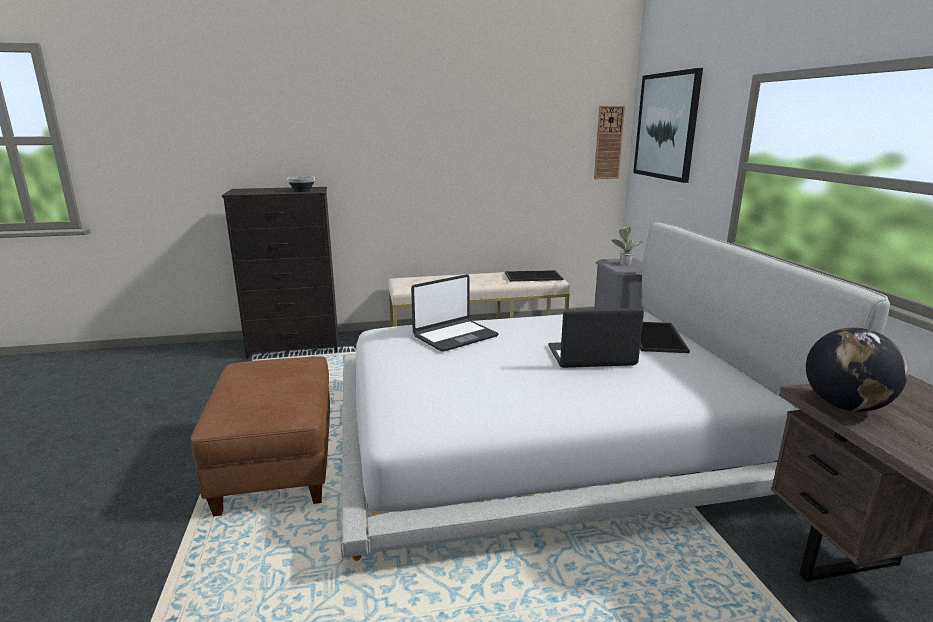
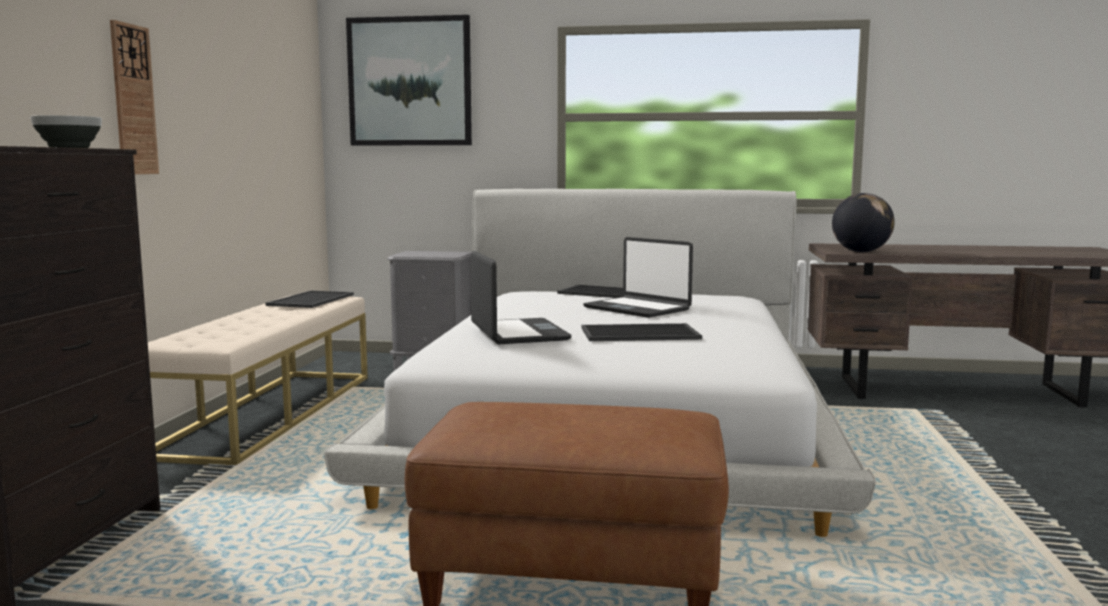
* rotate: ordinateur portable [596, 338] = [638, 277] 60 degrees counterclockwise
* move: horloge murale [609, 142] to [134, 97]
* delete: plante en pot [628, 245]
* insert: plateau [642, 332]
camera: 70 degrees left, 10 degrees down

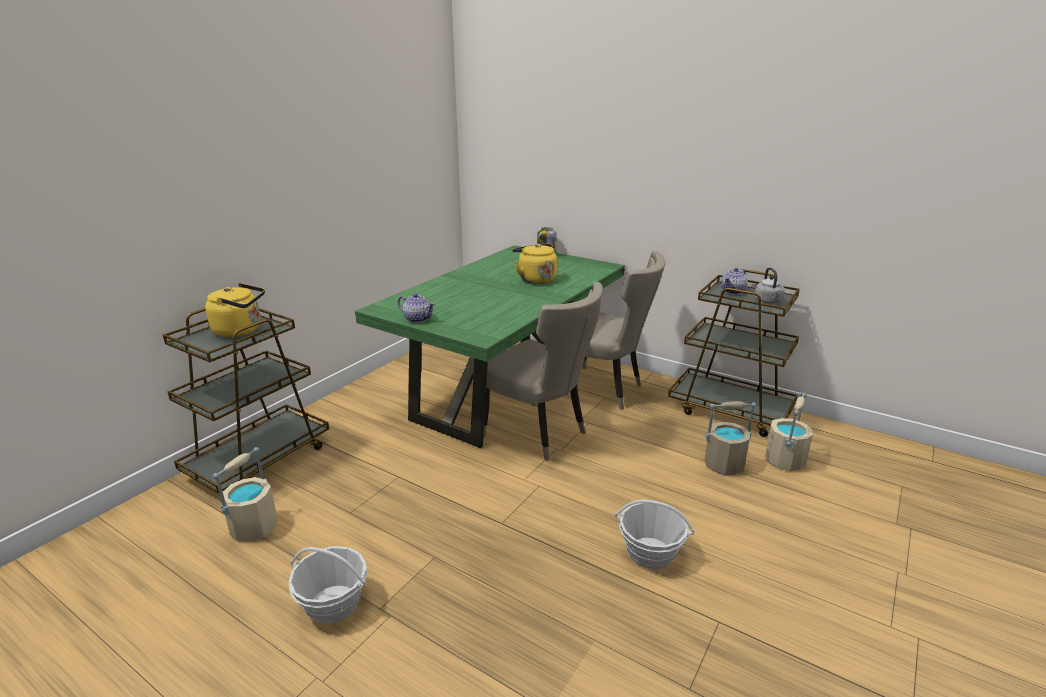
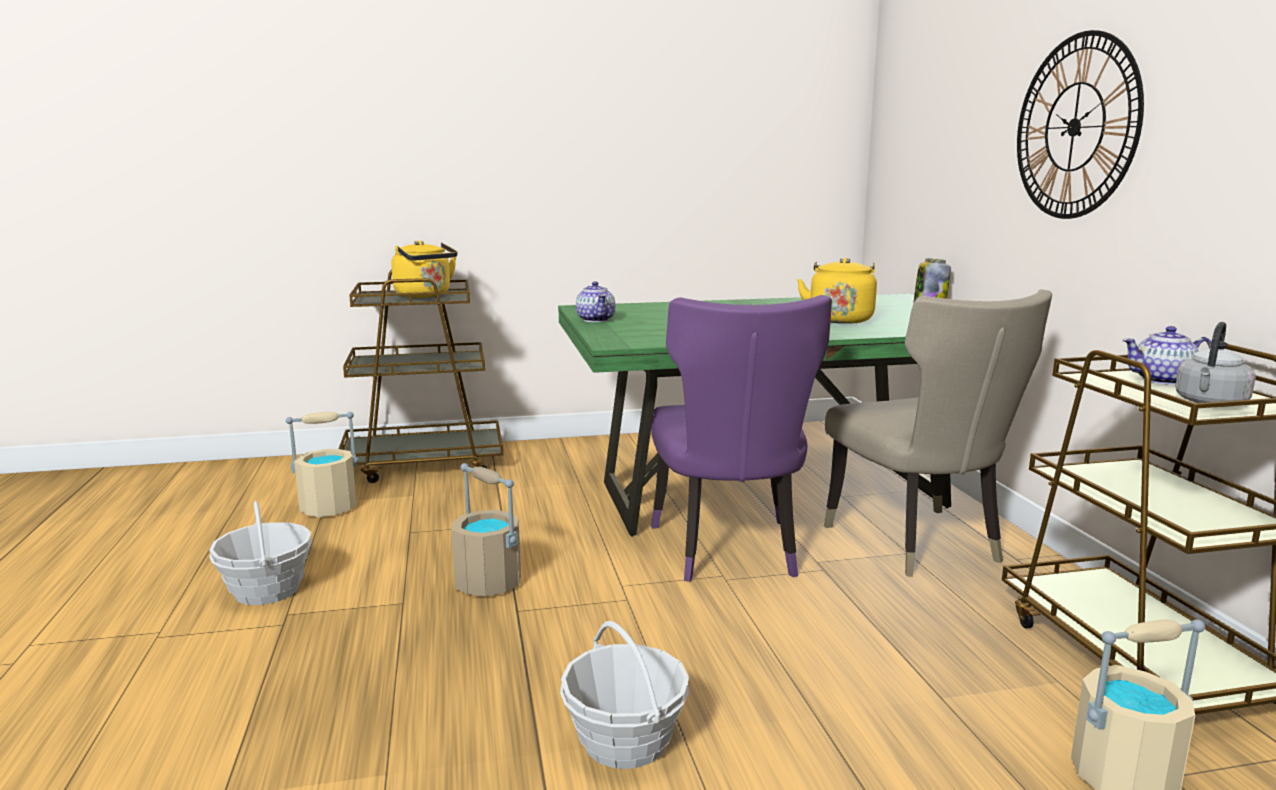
* recolor: chaise (beige) [538, 371] to chaise (violet) [741, 438]
* move: seau (beige) [730, 438] to [486, 530]
* insert: horloge murale [1080, 124]
camera: 45 degrees right, 10 degrees down

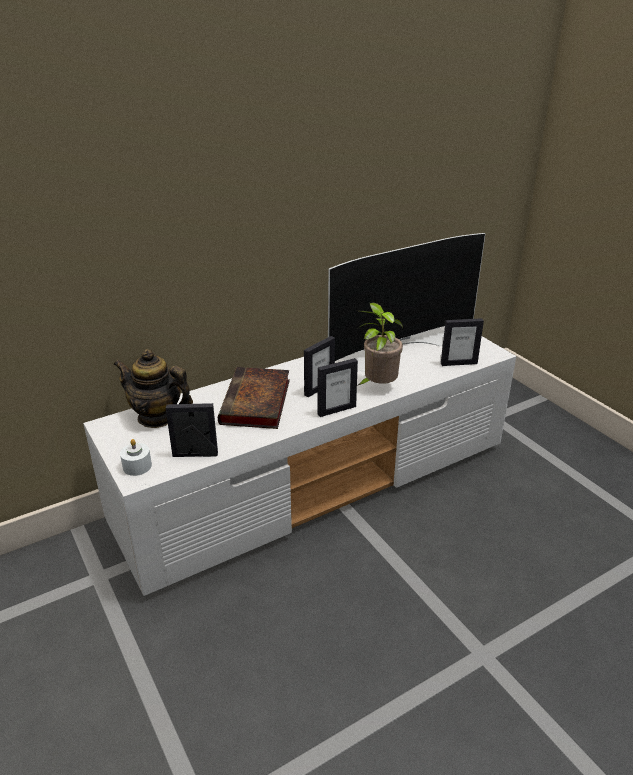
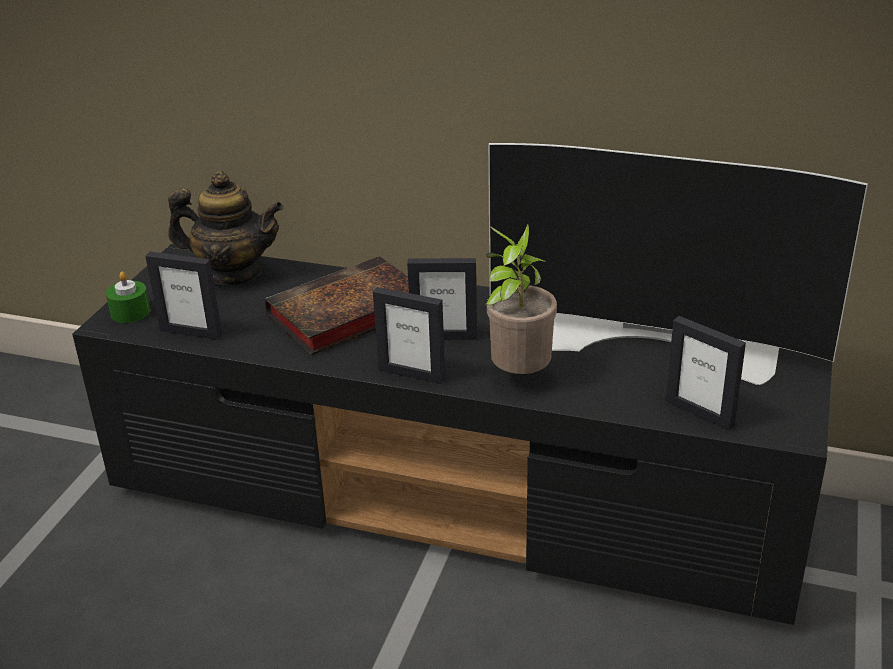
* recolor: meuble télé (blanc) [299, 461] to meuble télé (noir) [452, 434]
* rotate: théière [153, 388] = [226, 228] 120 degrees clockwise
* recolor: bougie (blanc) [136, 457] to bougie (vert) [128, 297]
* rotate: cadre photo [192, 430] = [183, 296] 150 degrees clockwise
camera: 50 degrees right, 0 degrees up

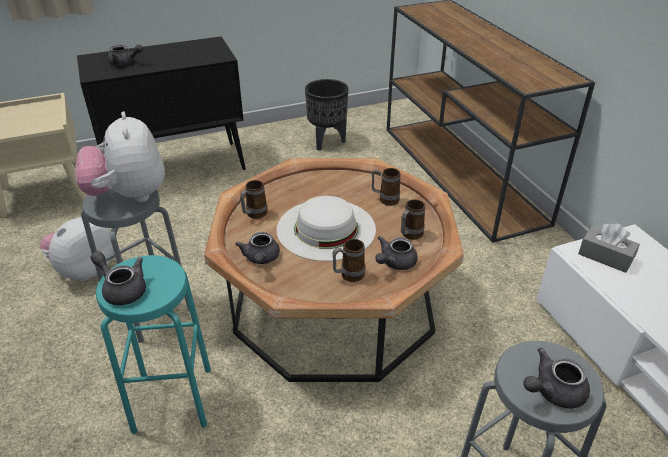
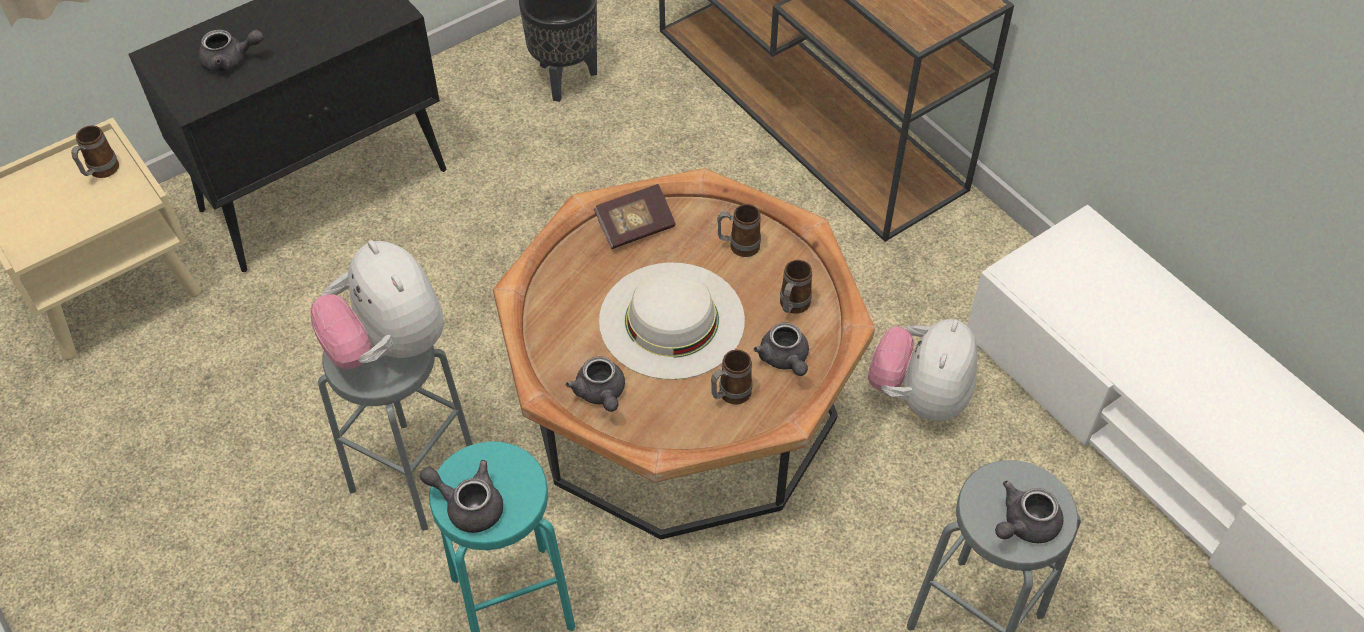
* move: peluche [77, 249] to [922, 370]
* move: mug [254, 199] to [95, 151]
* rotate: théière (gris) [396, 253] = [781, 349] 45 degrees counterclockwise
* delete: boîte à mouchoirs (gris) [609, 248]
* insert: livre [635, 216]
camera: 15 degrees left, 15 degrees up

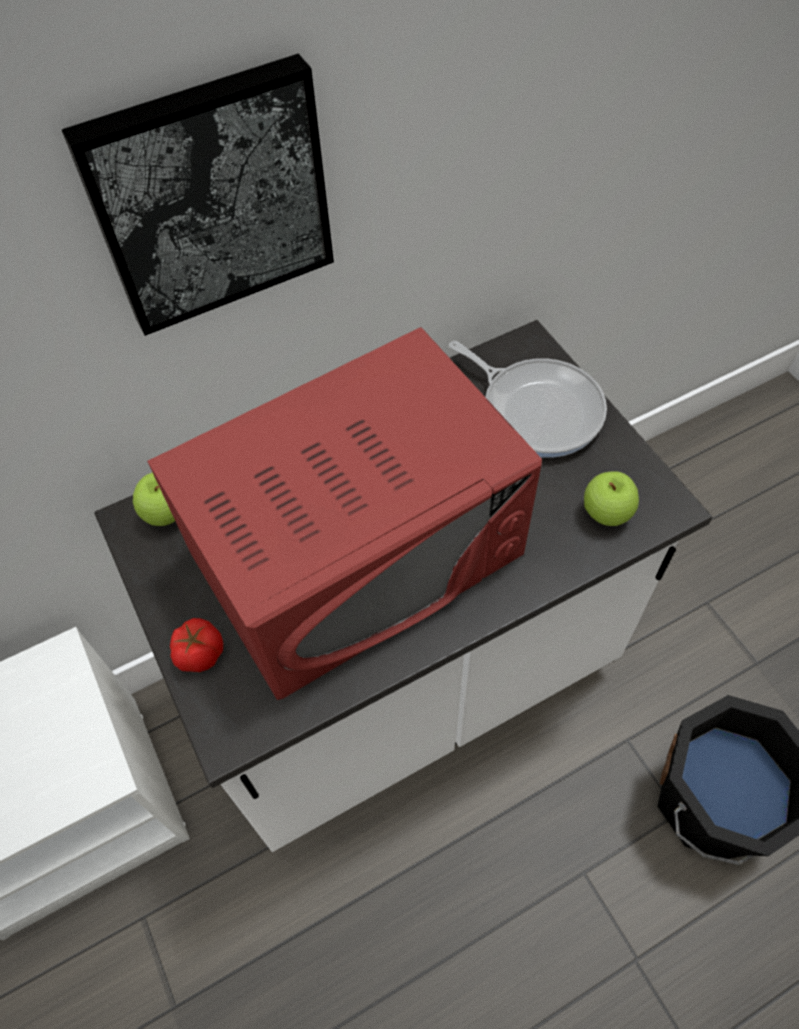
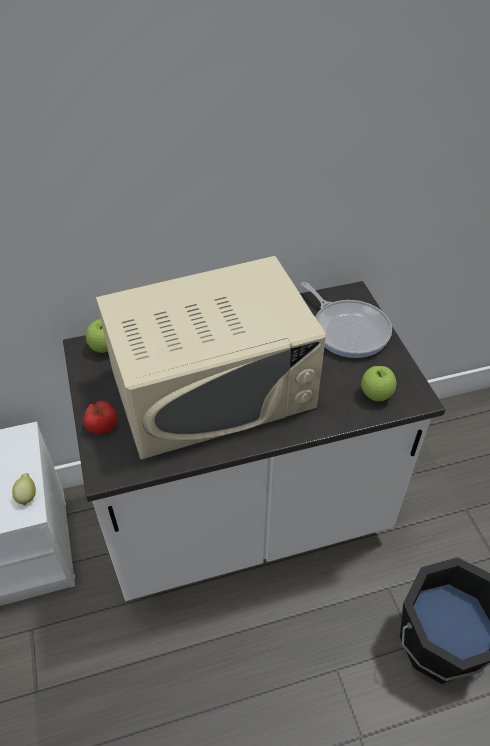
* delete: tableau [198, 195]
* recolor: micro-ondes (rouge) [344, 513] to micro-ondes (beige) [211, 357]
* insert: citron [24, 489]
camera: 10 degrees right, 10 degrees down

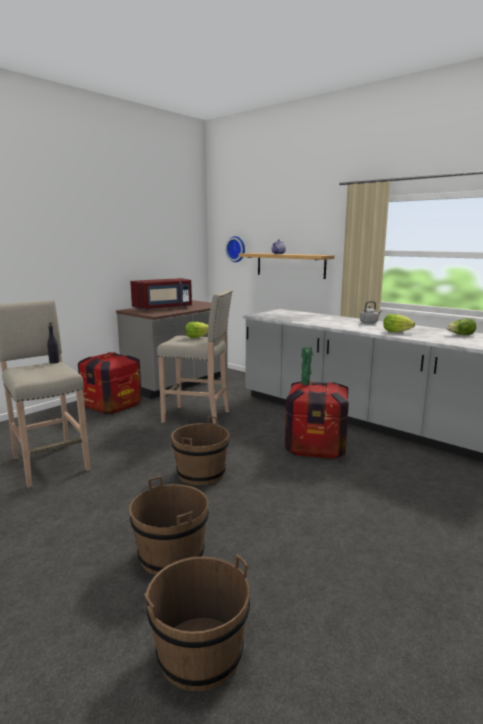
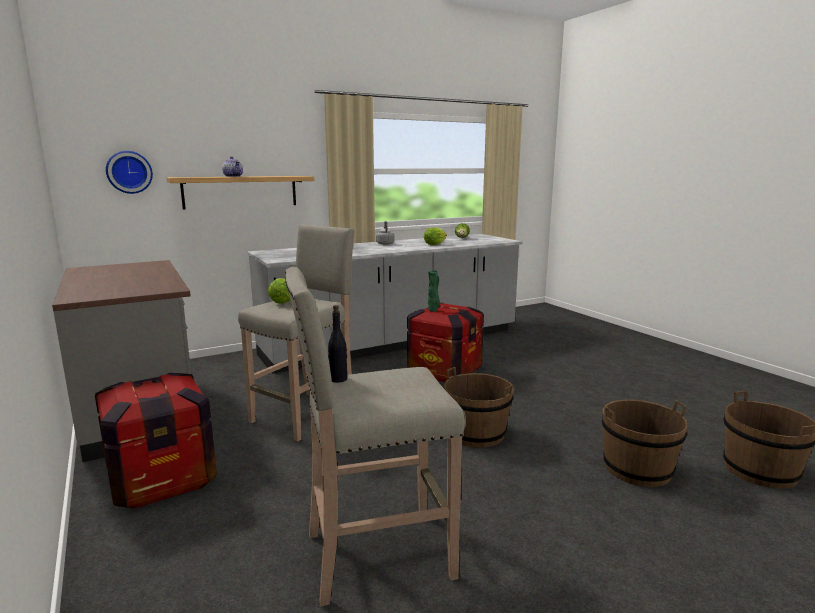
* delete: micro-ondes (rouge) [161, 294]
camera: 70 degrees left, 0 degrees up

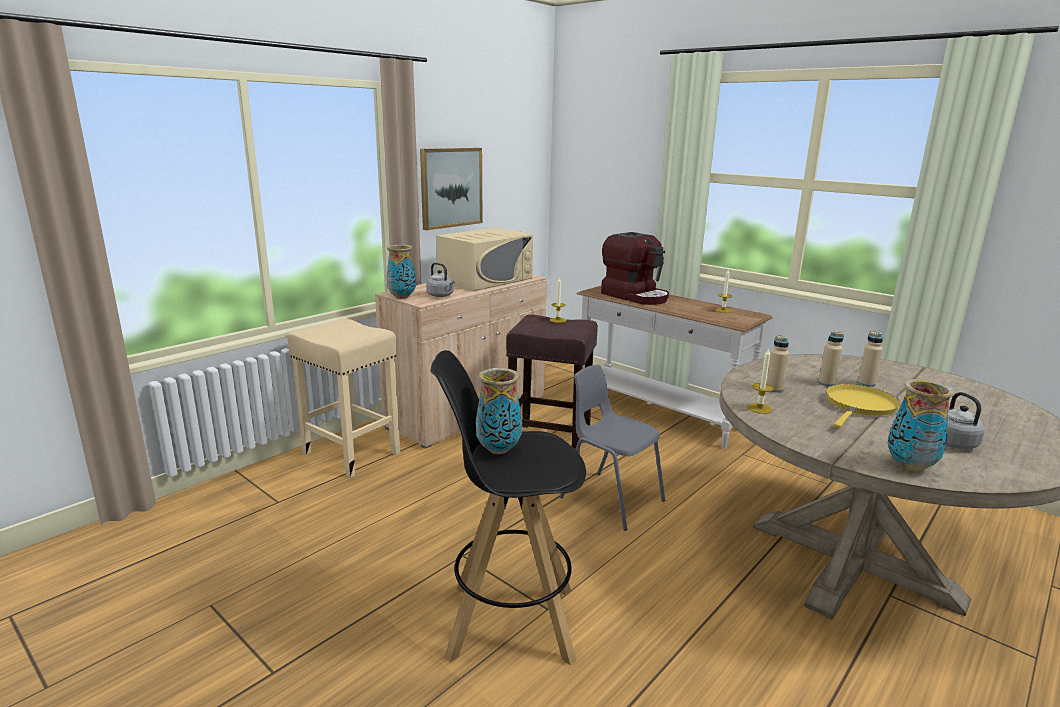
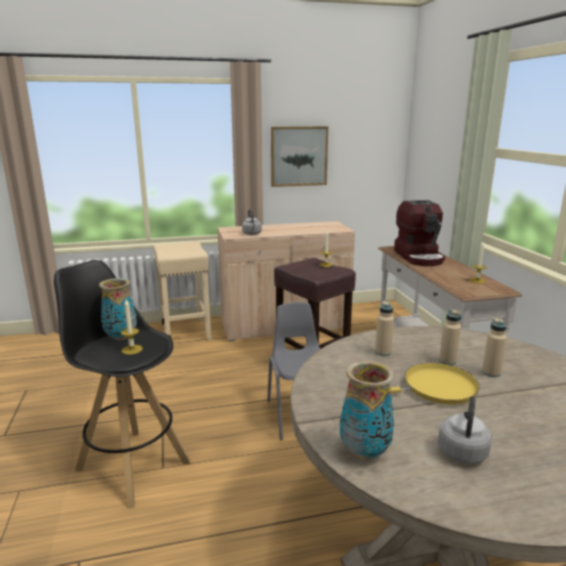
* delete: vase [401, 272]
* delete: micro-ondes (beige) [484, 259]
* move: bougie [760, 381] to [132, 327]
camera: 35 degrees right, 0 degrees up

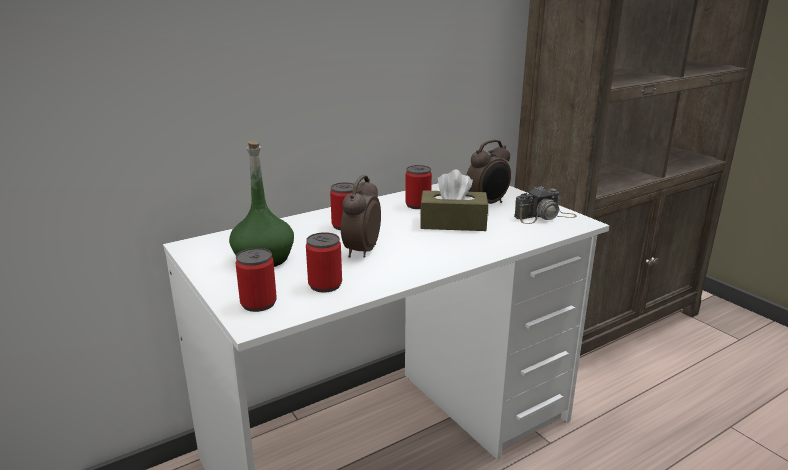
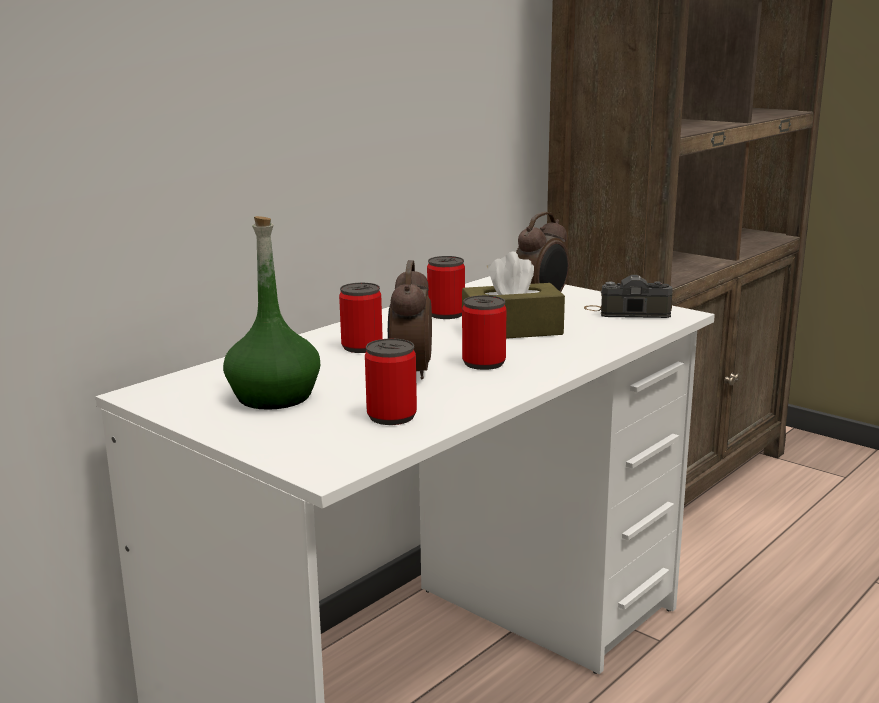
* move: boîte métallique [256, 280] to [484, 332]
* rotate: appareil photo [545, 205] = [628, 296] 135 degrees counterclockwise
camera: 15 degrees left, 5 degrees down

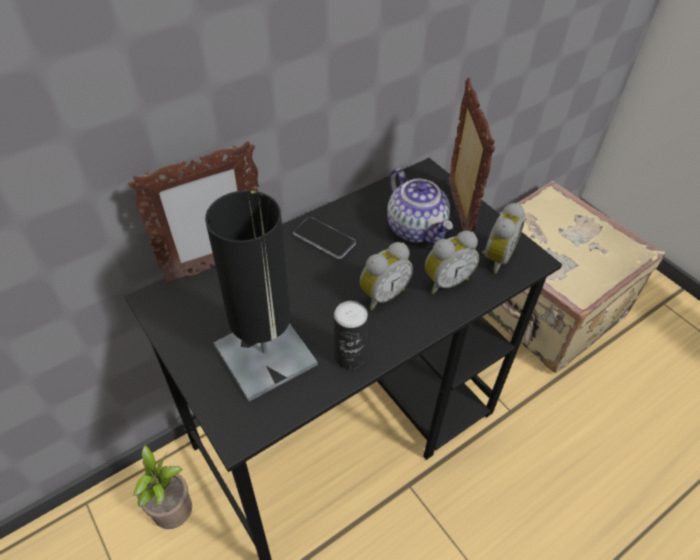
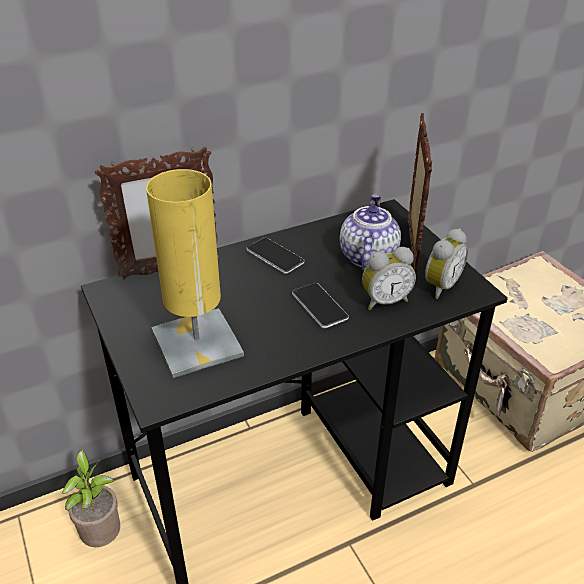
* recolor: lampe de table (noir) [261, 295] to lampe de table (jaune) [195, 273]
* delete: boîte métallique [351, 335]
* replace: réveil [386, 276] to téléphone [320, 305]
* rotate: théière [420, 206] = [370, 232] 150 degrees counterclockwise
camera: 10 degrees right, 10 degrees down

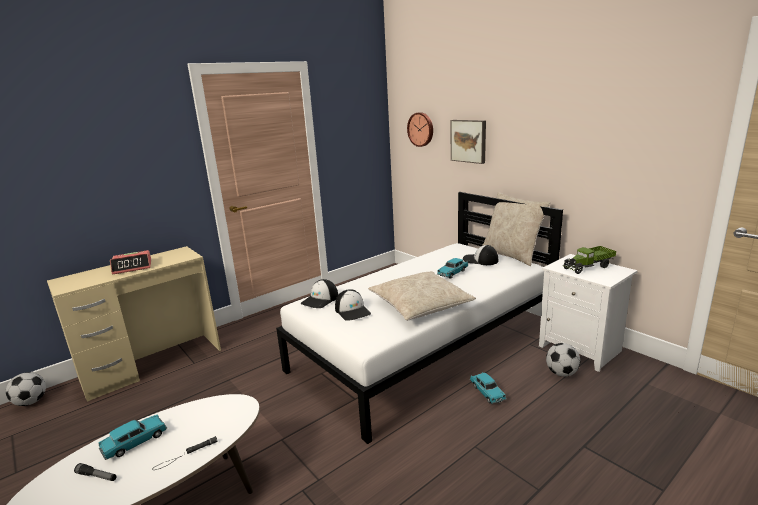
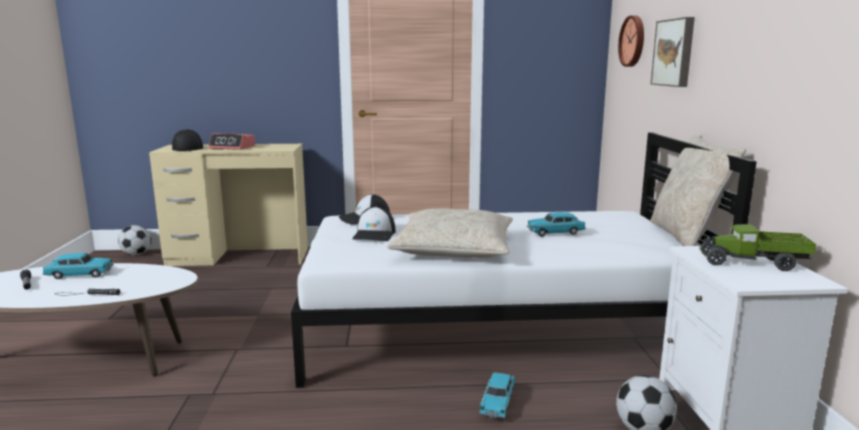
* move: casquette [480, 255] to [187, 140]
camera: 35 degrees right, 5 degrees down

